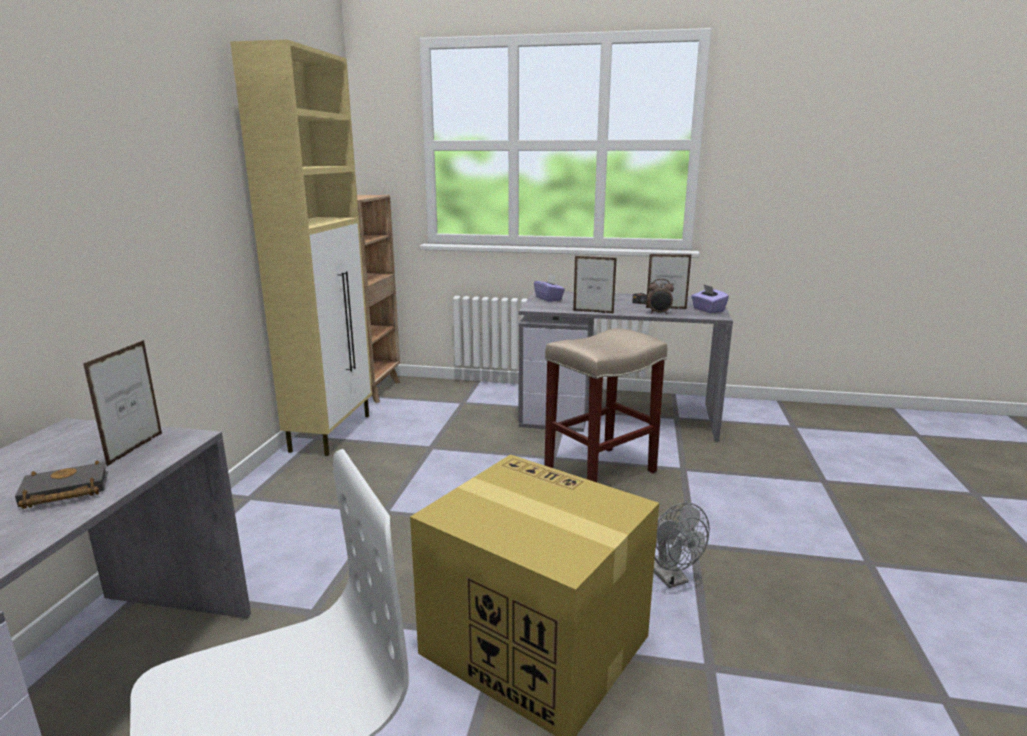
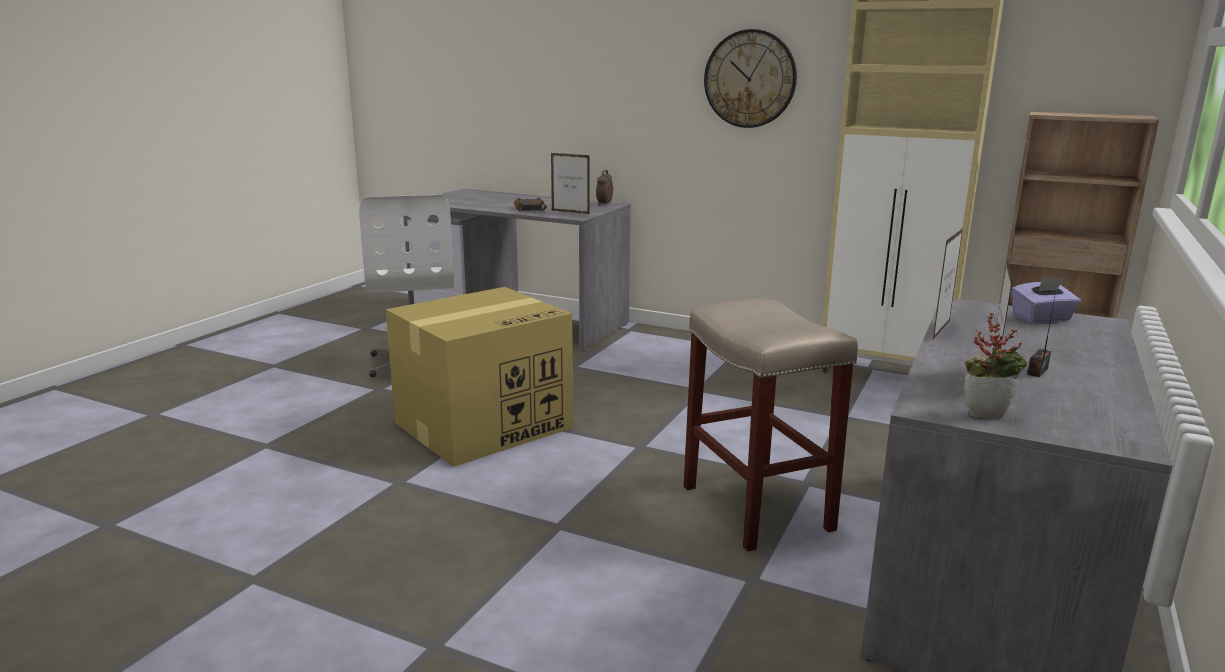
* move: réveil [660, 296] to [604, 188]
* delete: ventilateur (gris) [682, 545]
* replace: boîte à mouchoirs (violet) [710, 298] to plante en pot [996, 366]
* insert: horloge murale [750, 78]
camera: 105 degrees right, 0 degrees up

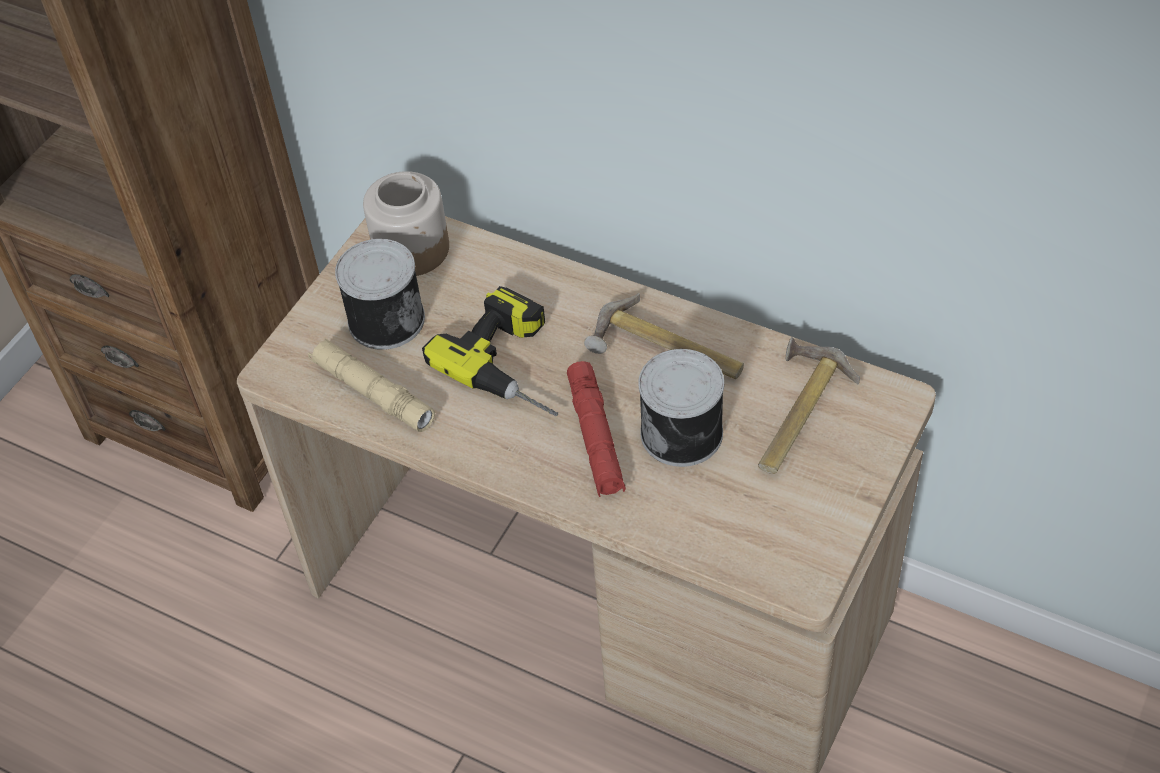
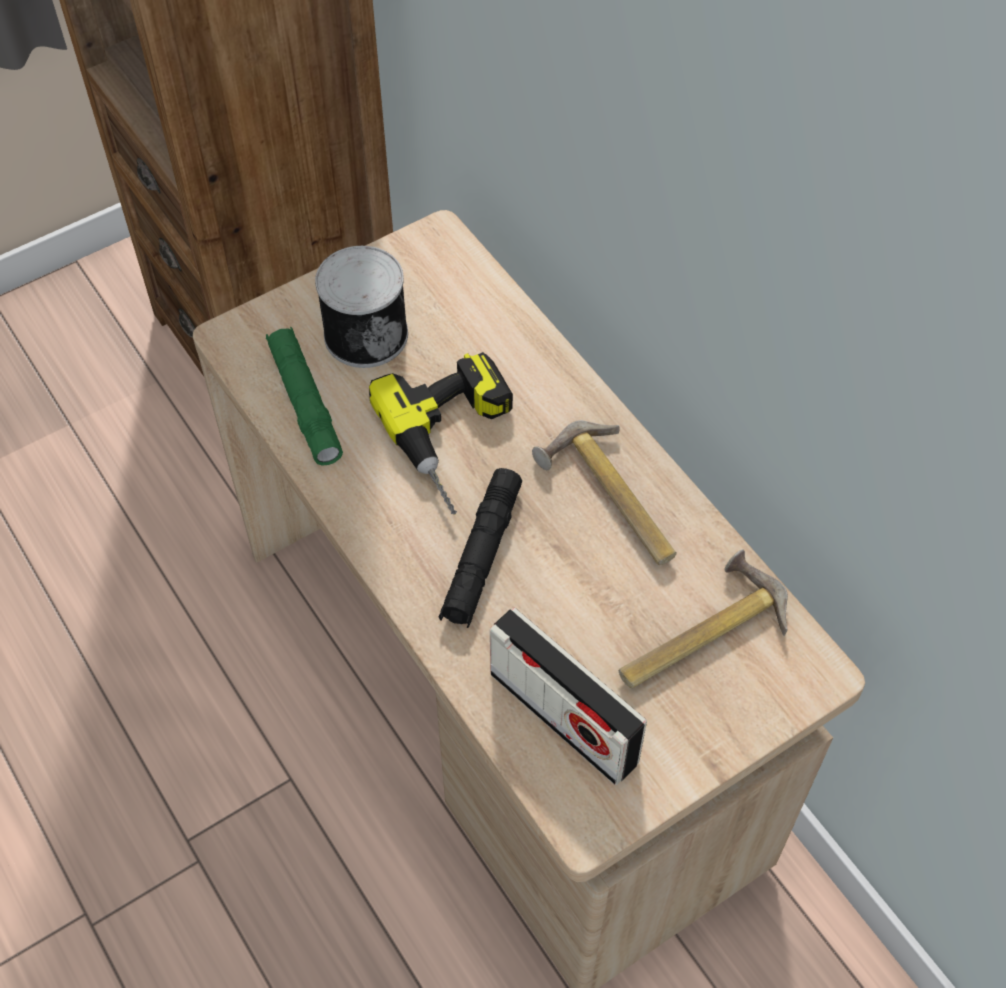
* recolor: lampe de poche (beige) [371, 385] to lampe de poche (vert) [304, 396]
* delete: bocal [406, 223]
* recolor: lampe de poche (rouge) [596, 429] to lampe de poche (noir) [480, 548]
* delete: boîte métallique [681, 408]
* insert: radio [568, 696]
camera: 25 degrees right, 5 degrees up

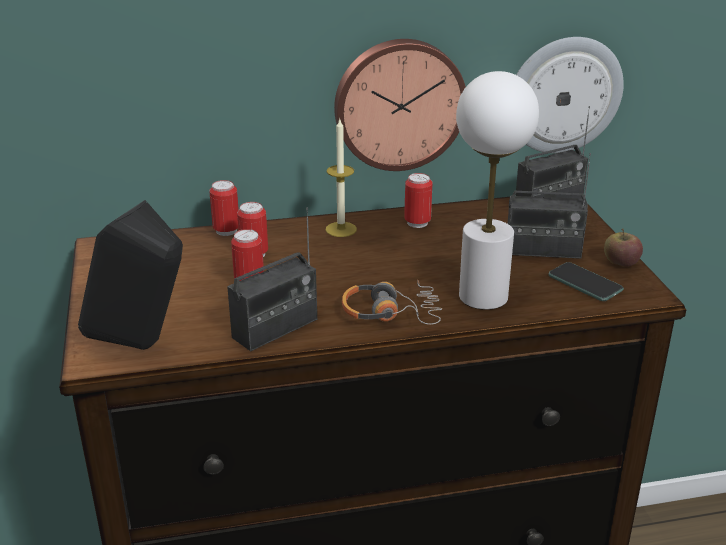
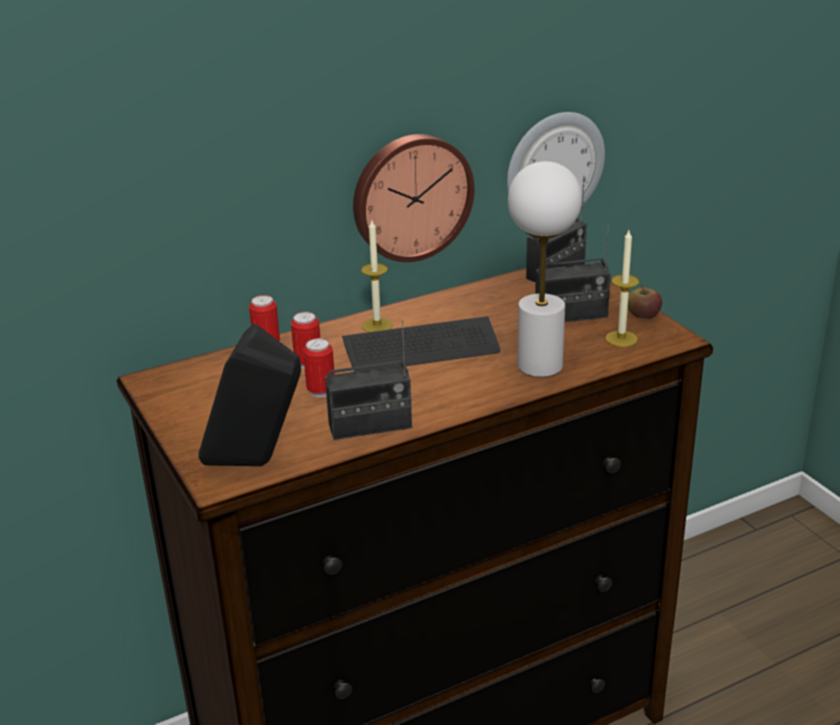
* rotate: radio [272, 279] = [368, 380] 45 degrees clockwise
* delete: casque audio [392, 302]
* delete: boîte métallique [418, 200]
* replace: téléphone [586, 281] to bougie [622, 288]
* insert: clavier [421, 344]
camera: 15 degrees left, 0 degrees up

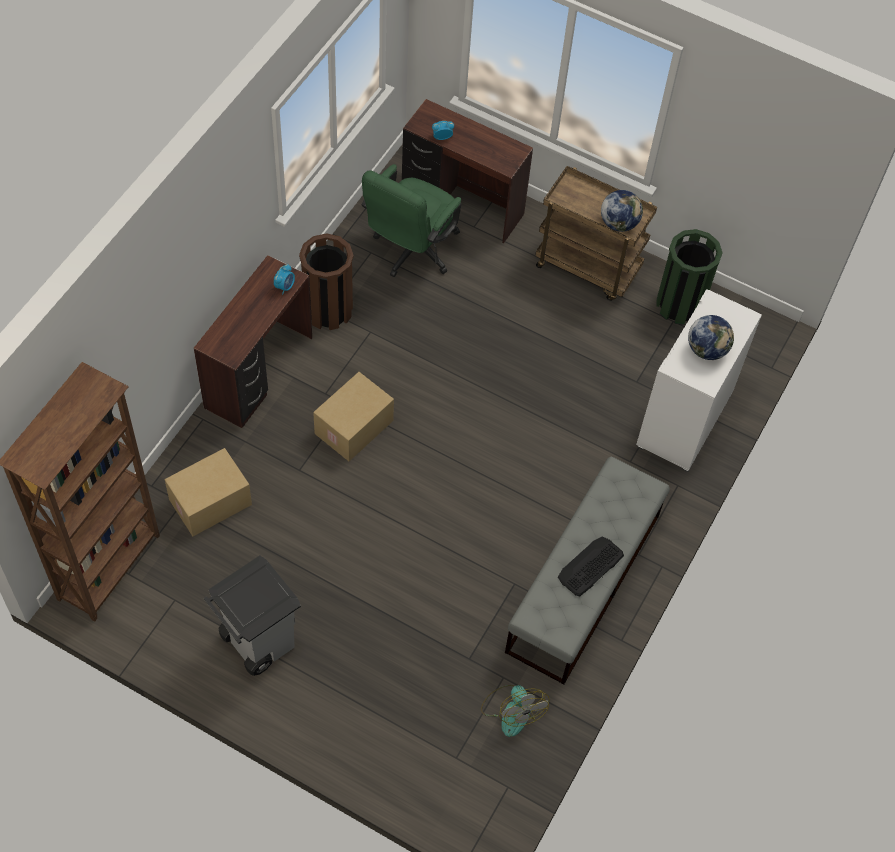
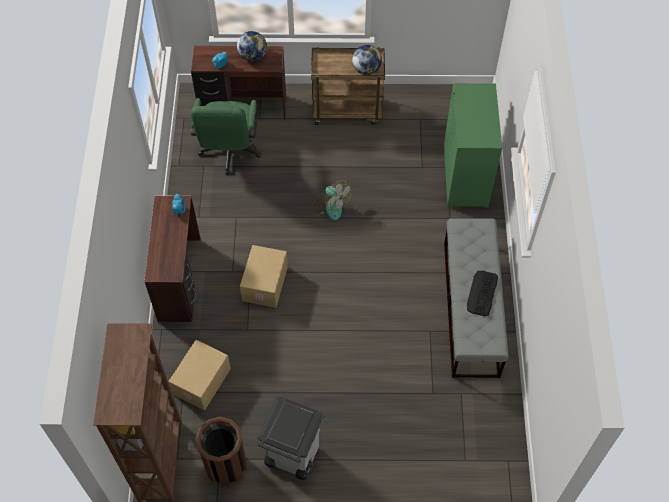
* move: poubelle (marron) [326, 281] to [221, 451]
* move: ventilateur [515, 711] to [331, 200]
* recolor: meuble de rangement (blanc) [699, 380] to meuble de rangement (vert) [473, 145]
* delete: poubelle (vert) [689, 277]
* move: globe [711, 337] to [252, 46]
camera: 25 degrees left, 0 degrees up

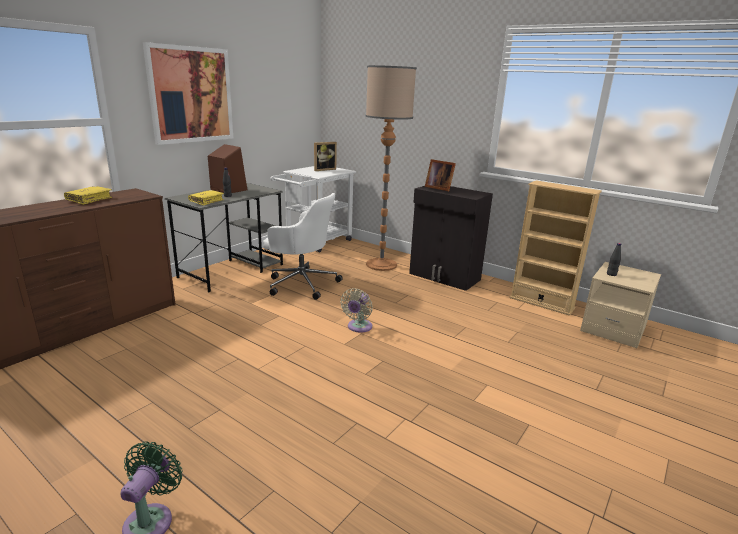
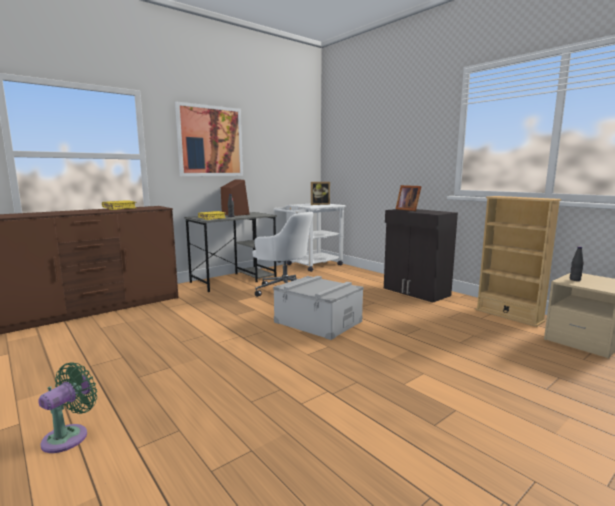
* replace: ventilateur (beige) [356, 310] to boîte de rangement (gris) [318, 308]
* delete: lampadaire [391, 168]
camera: 15 degrees right, 10 degrees down

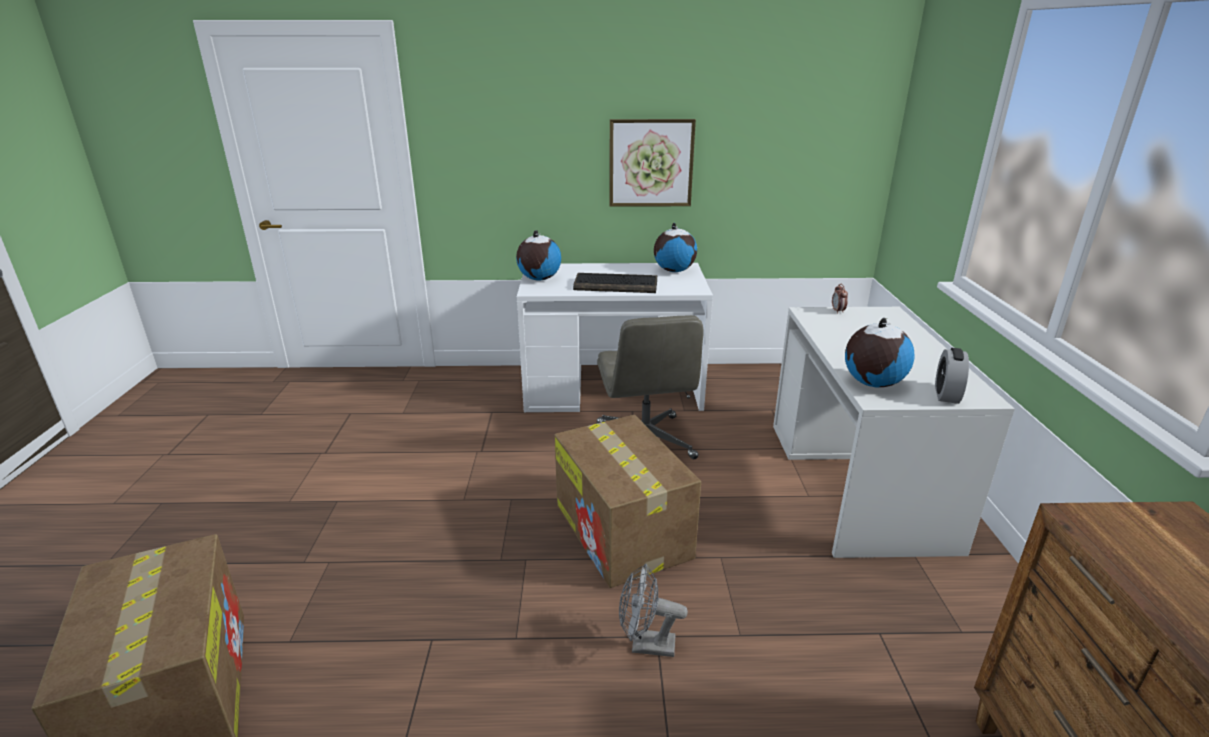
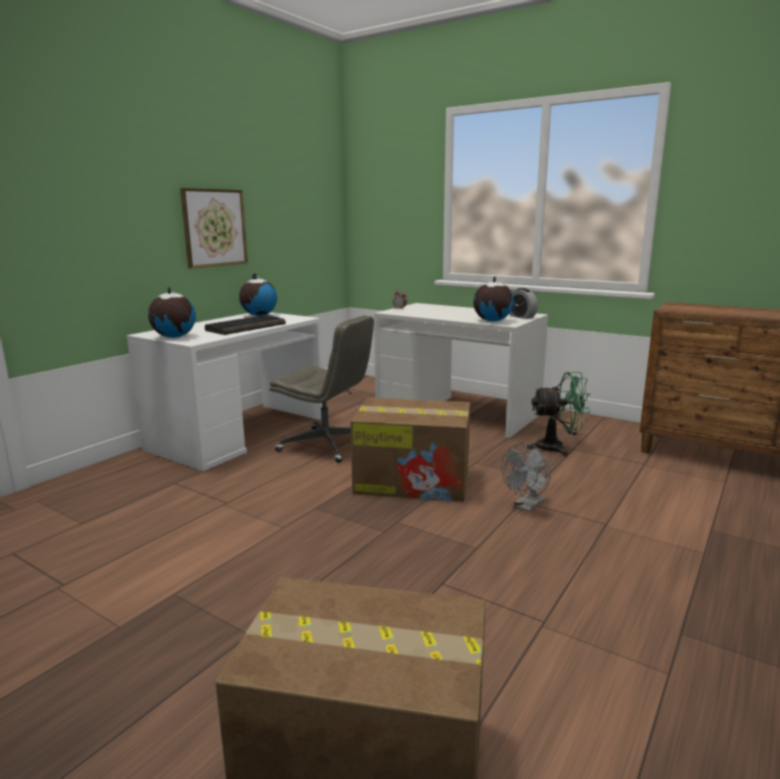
* insert: ventilateur (vert) [558, 414]
camera: 55 degrees left, 10 degrees down

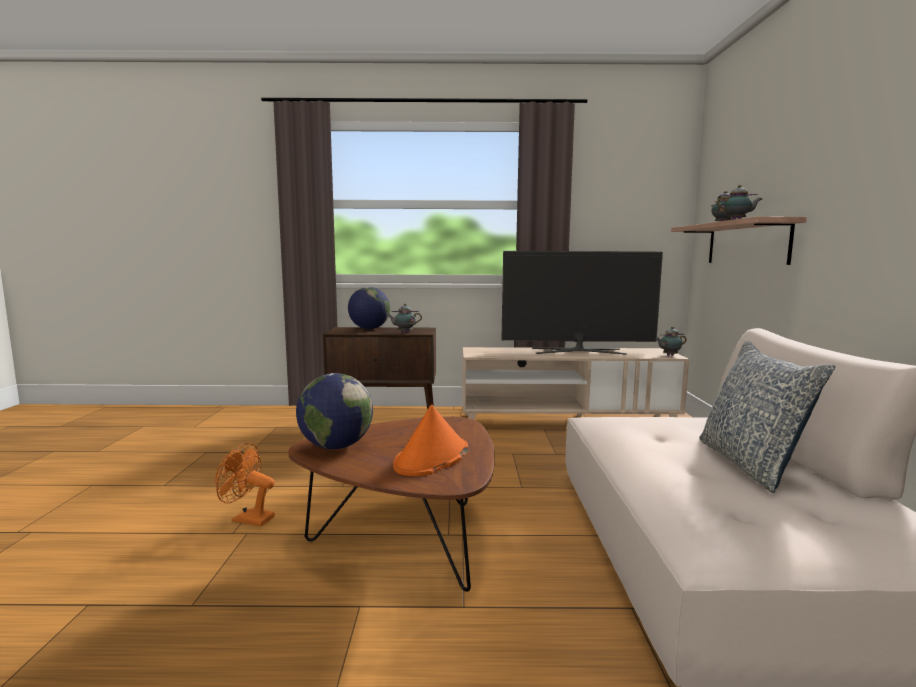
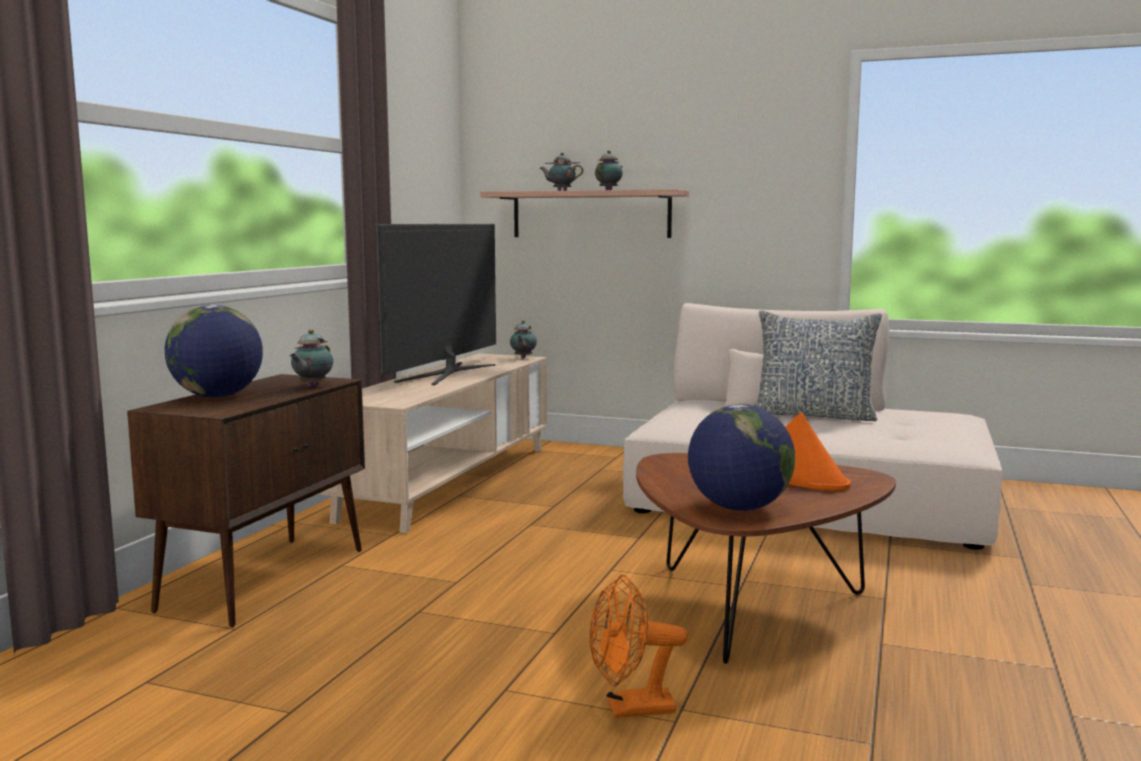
* rotate: ventilateur (orange) [245, 484] = [639, 646] 45 degrees clockwise
camera: 70 degrees left, 0 degrees up

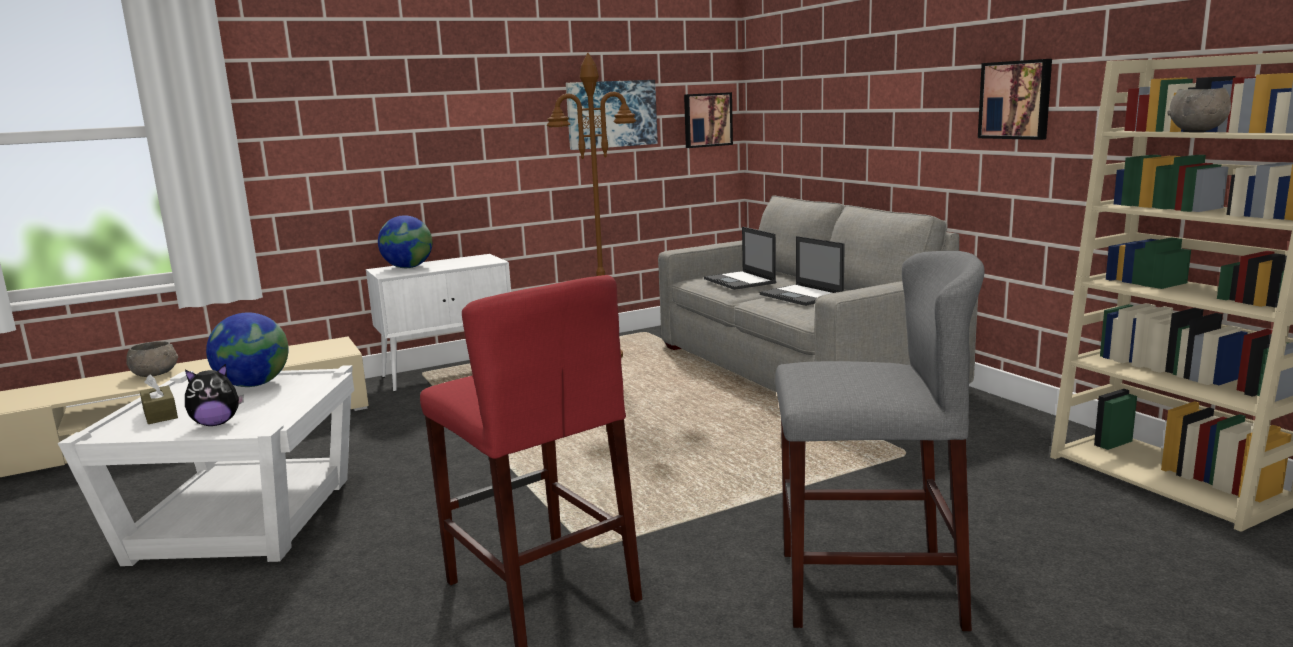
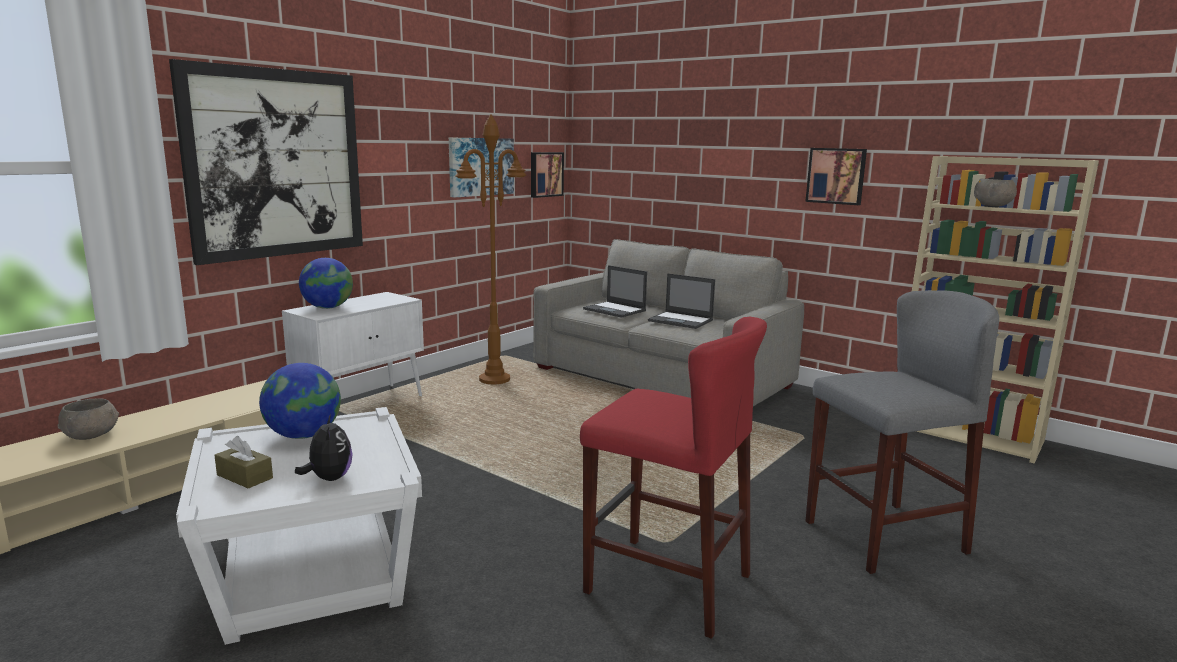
* rotate: peluche [214, 395] = [324, 447] 60 degrees counterclockwise
* insert: tableau [266, 162]
camera: 25 degrees left, 0 degrees up

